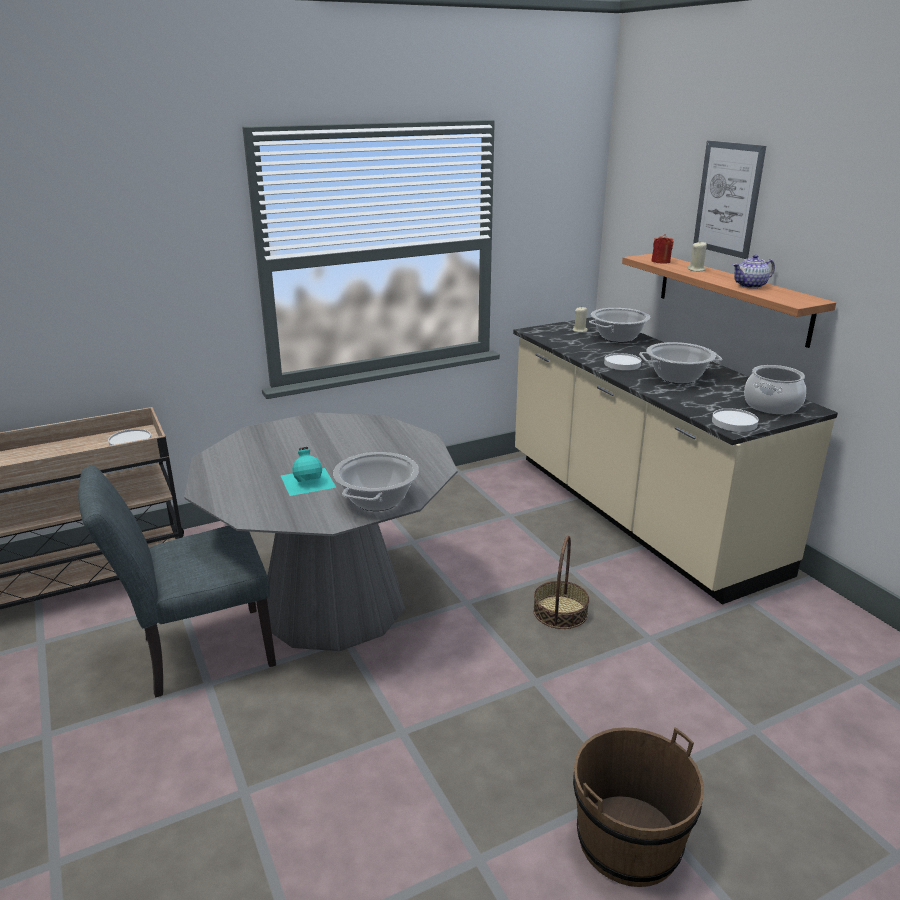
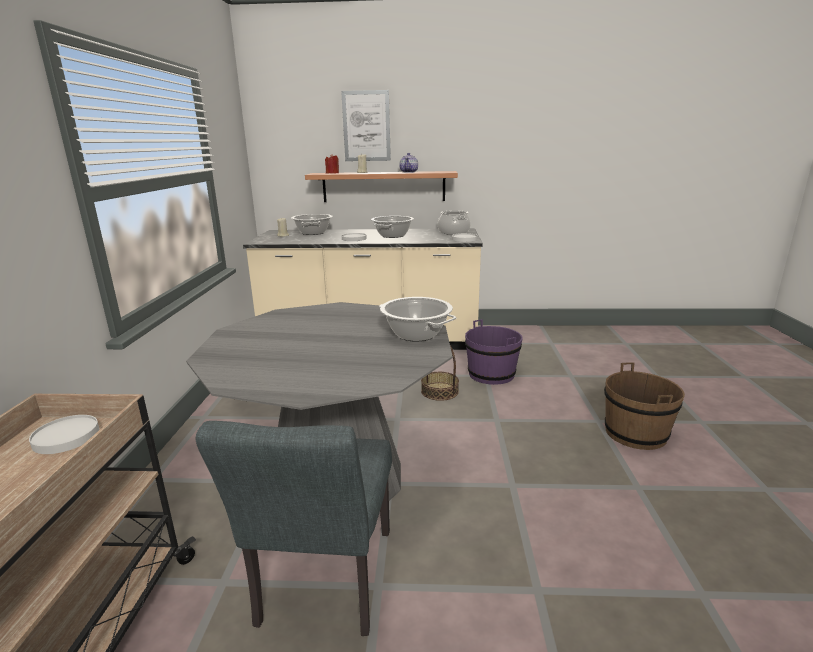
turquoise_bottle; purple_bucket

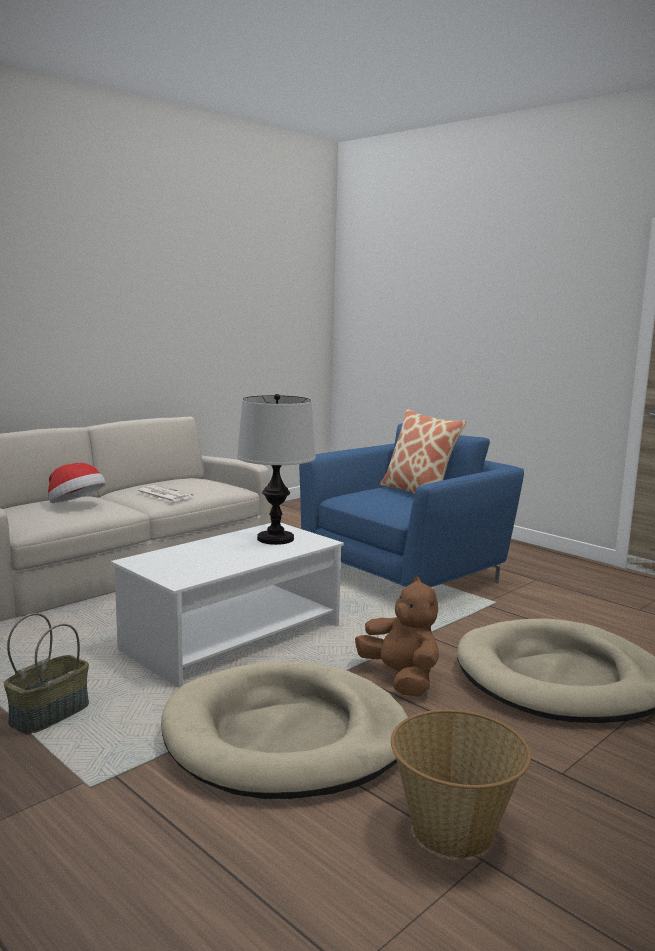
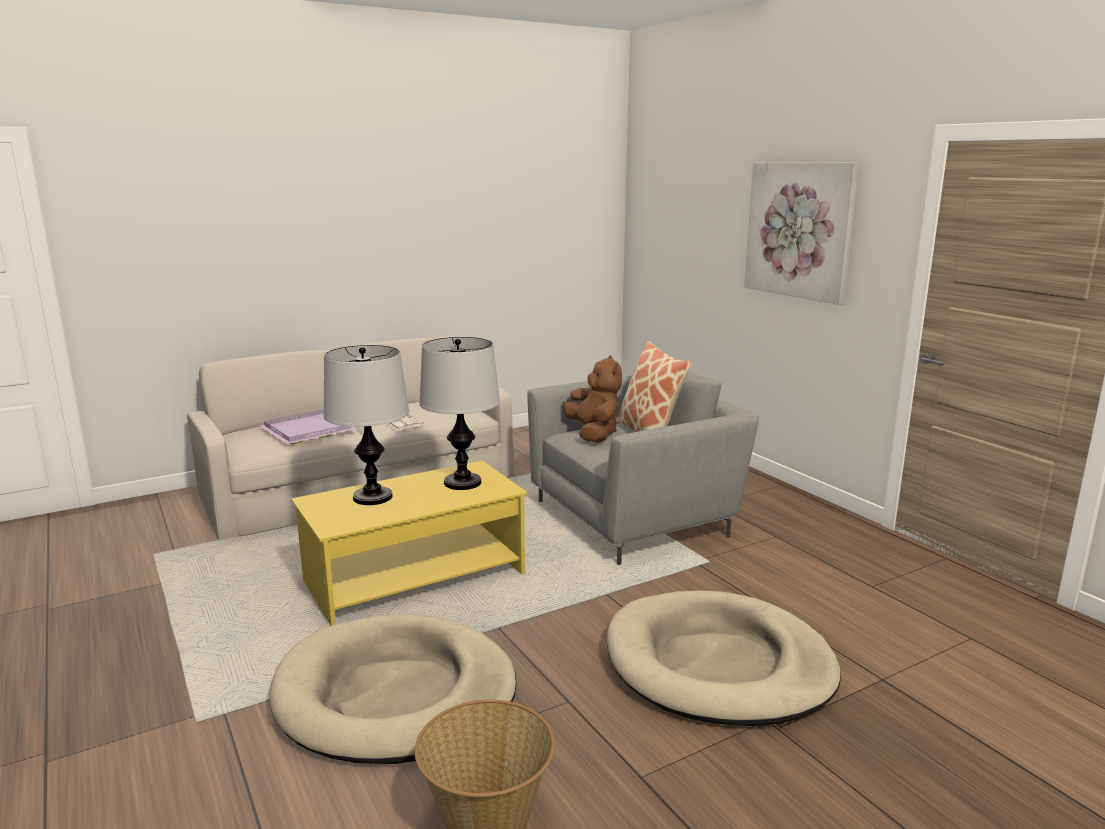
grey_armchair; purple_tray; yellow_coffee_table; brown_plush_toy; basket (1st from left in the first image); picture; table_lamp (1st from left)

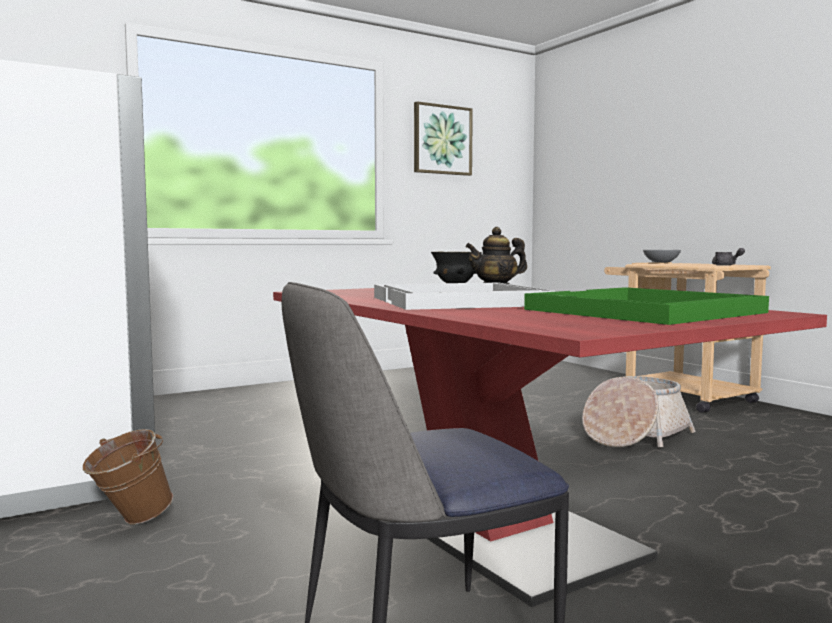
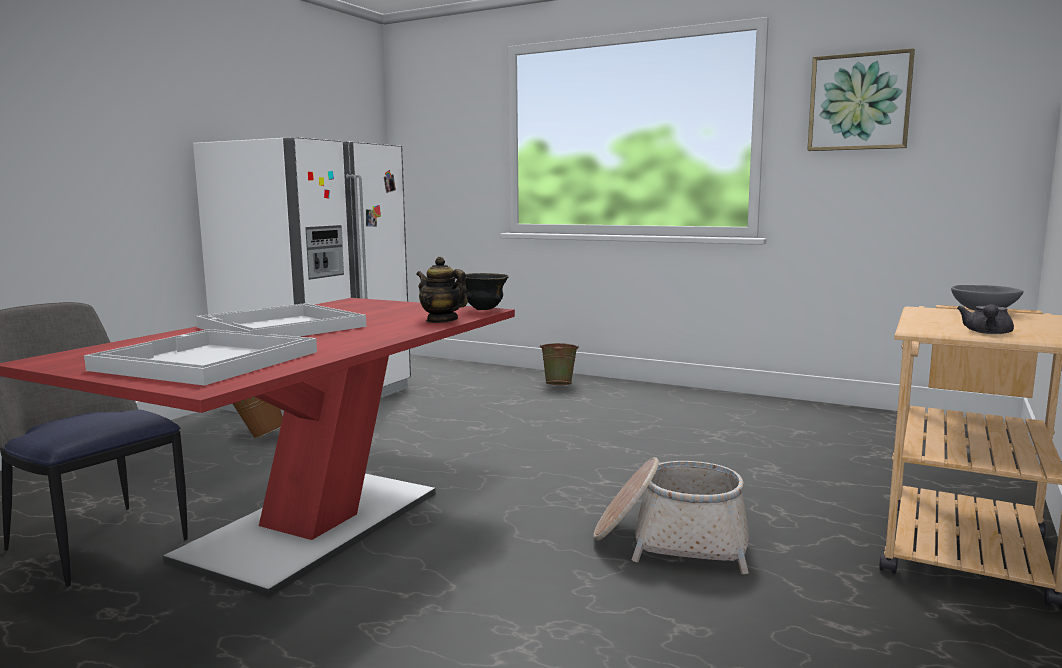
white_tray (1st from left); green_bucket

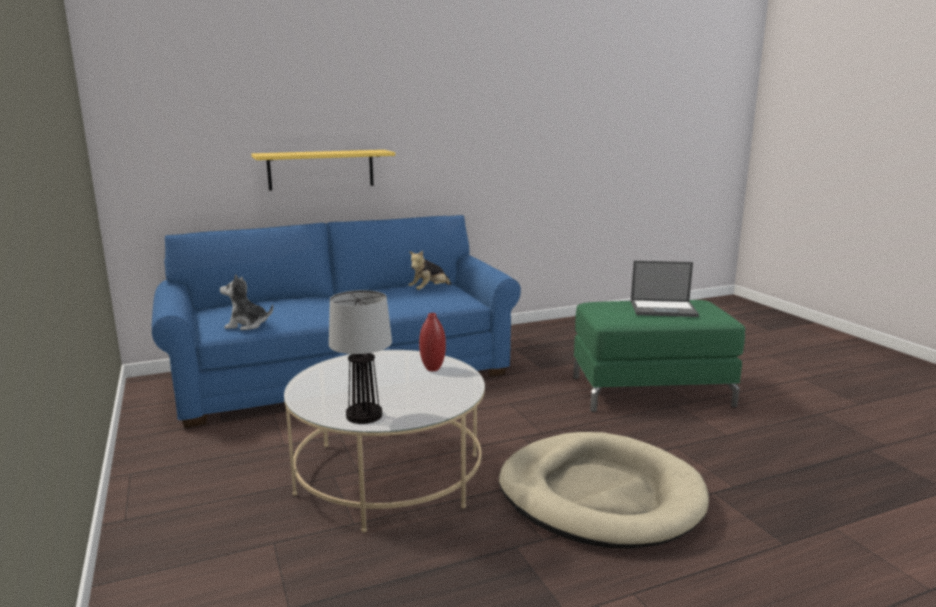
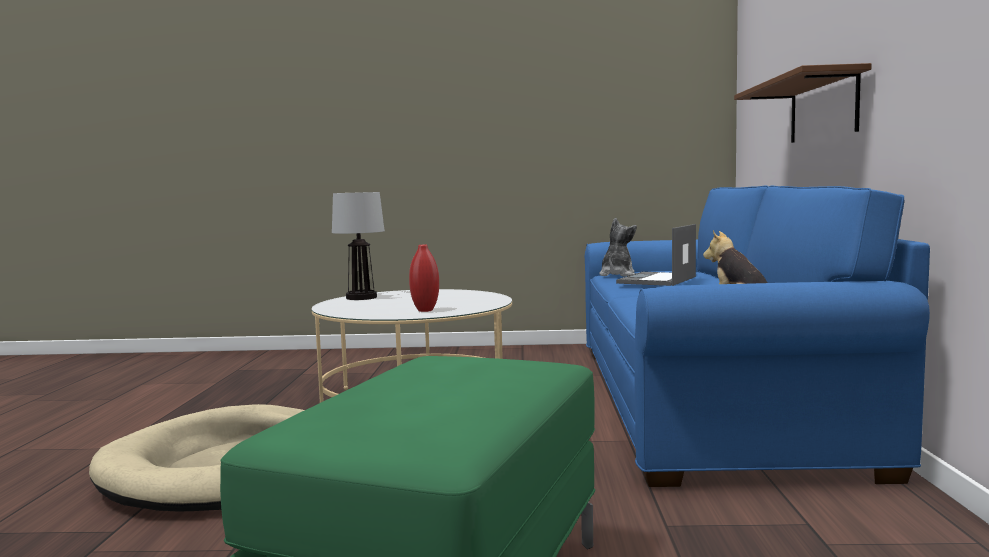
brown_shelf; laptop

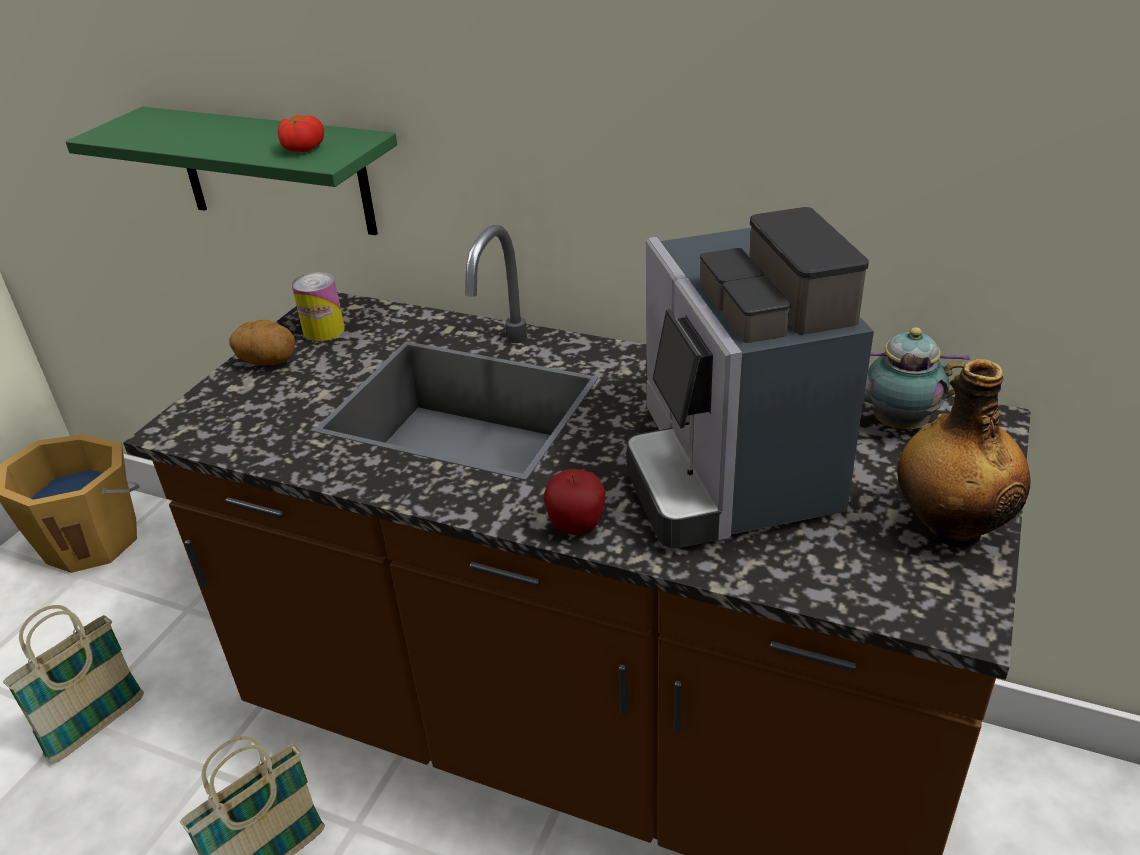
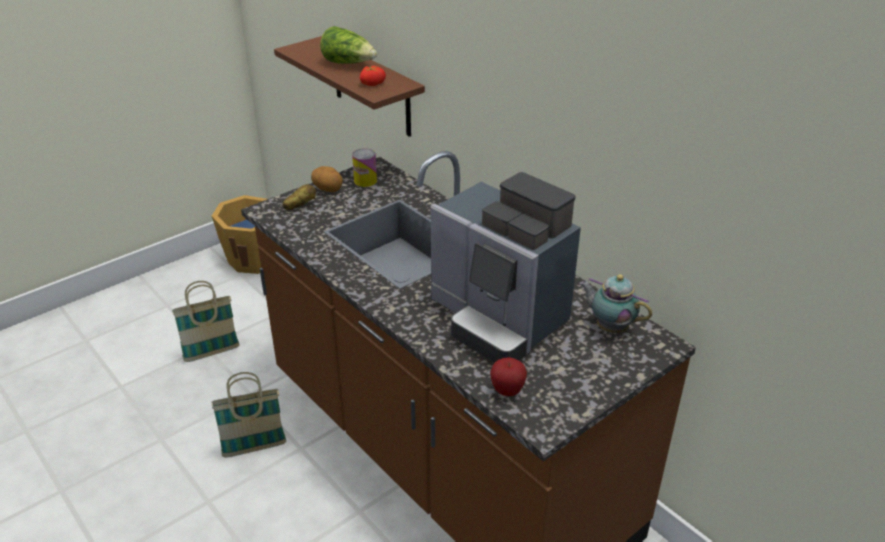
brown_shelf; coffee_machine; bottle; apple; lettuce; potato (1st from left)

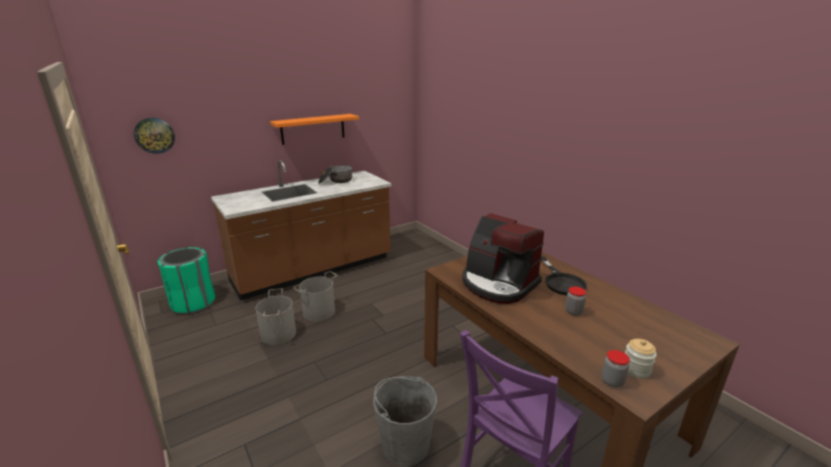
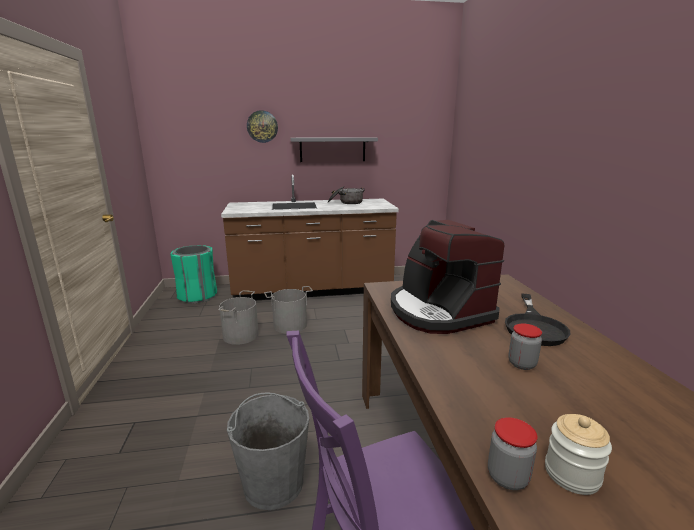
grey_shelf; wall_clock

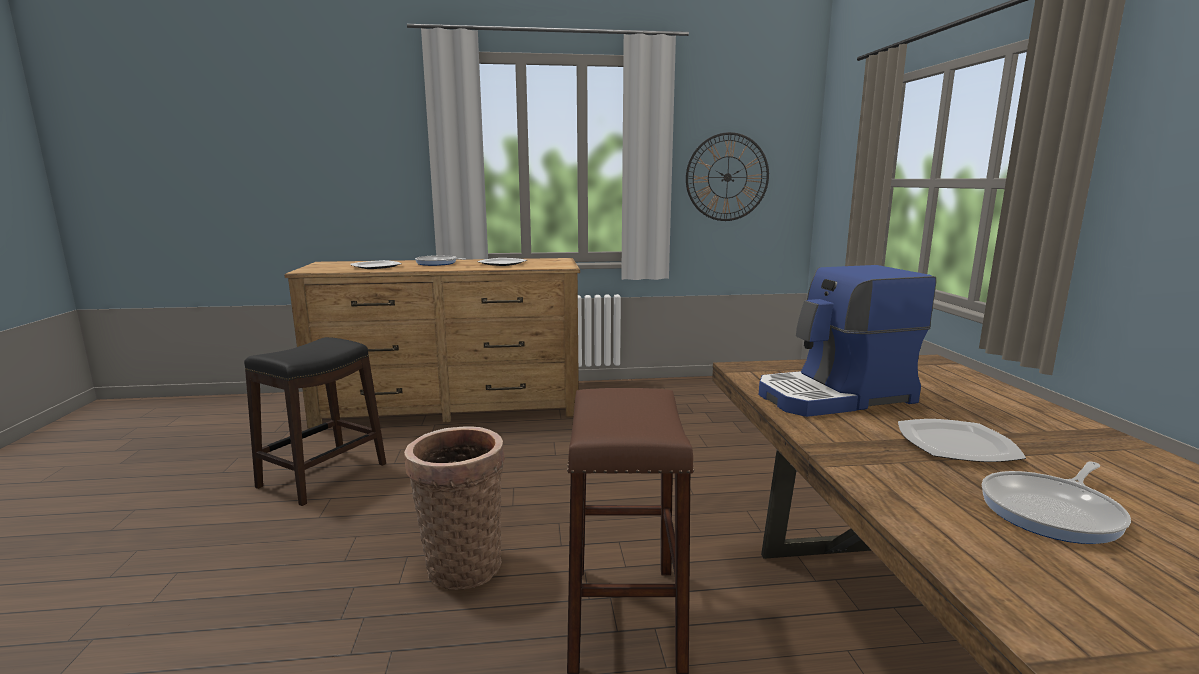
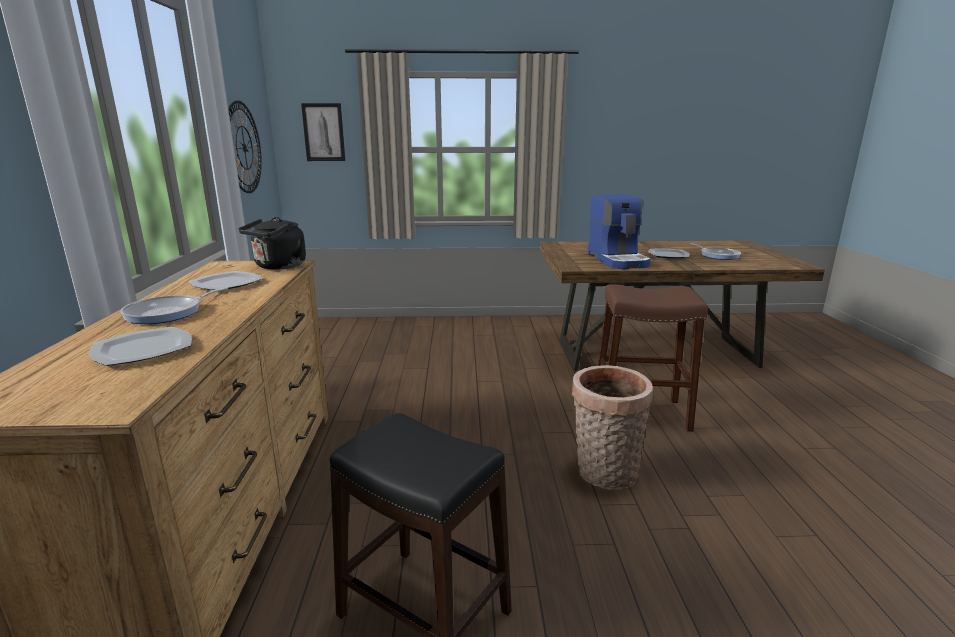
picture; black_kettle

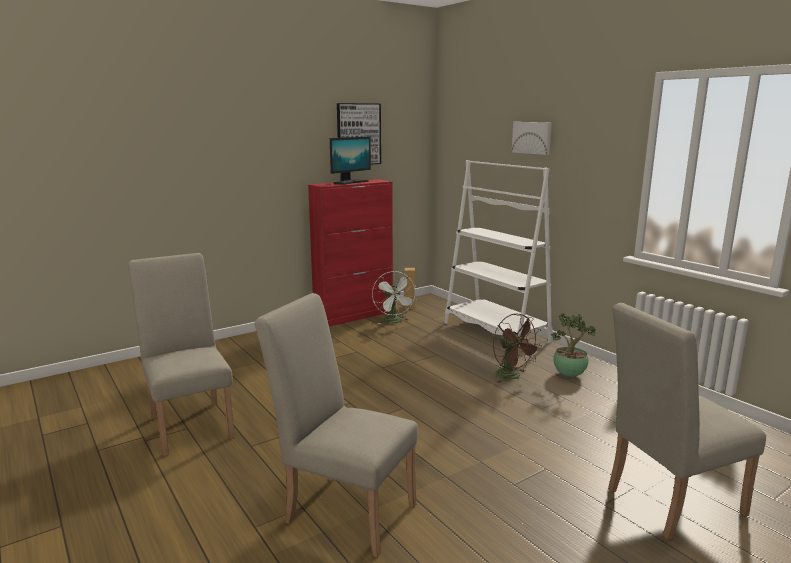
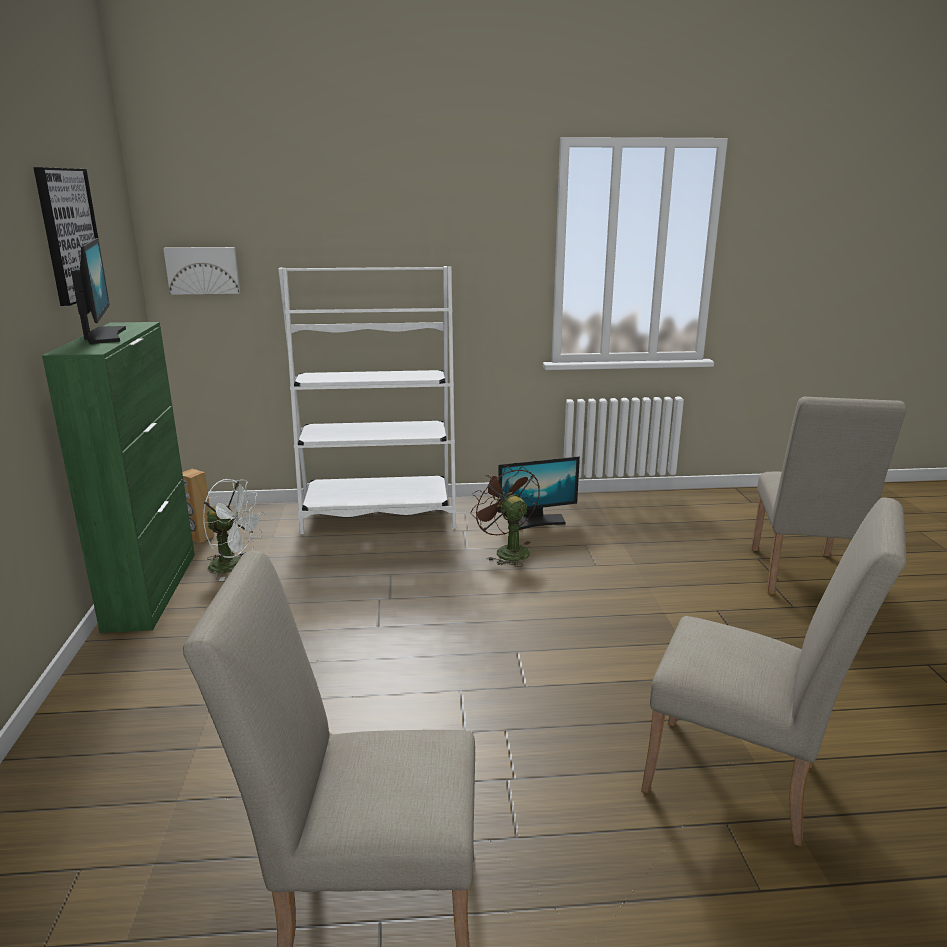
picture (2nd from left); green_cabinet; beige_chair (2nd from left); brown_fan; monitor (2nd from left)

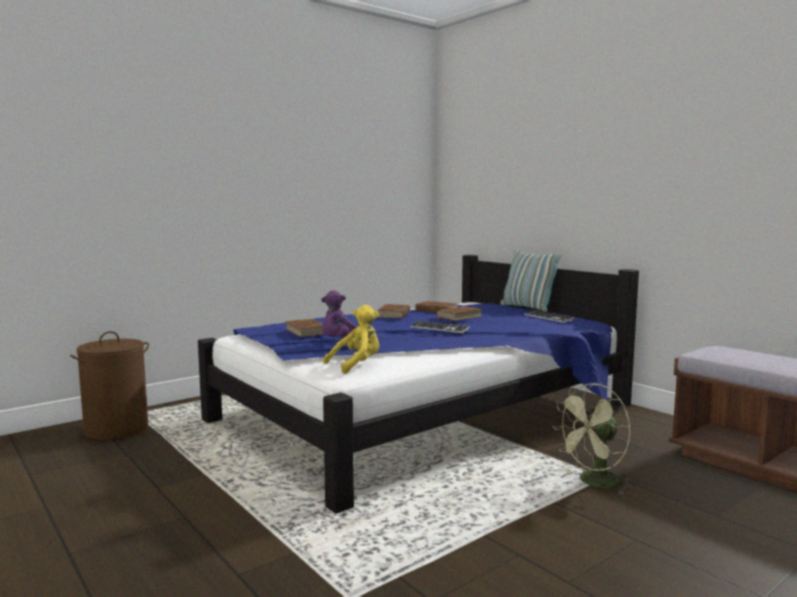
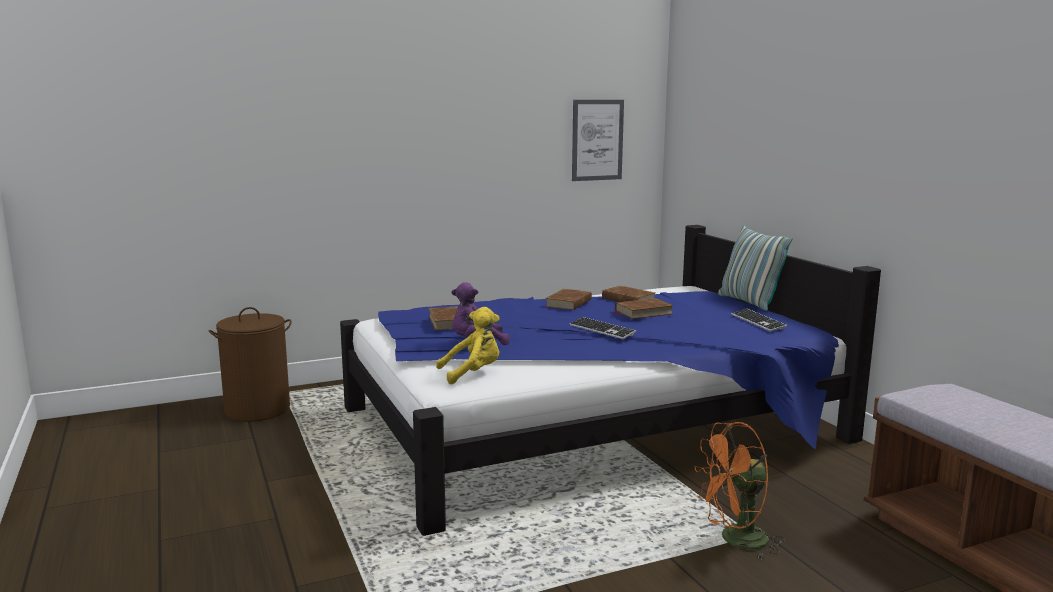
orange_fan; picture

